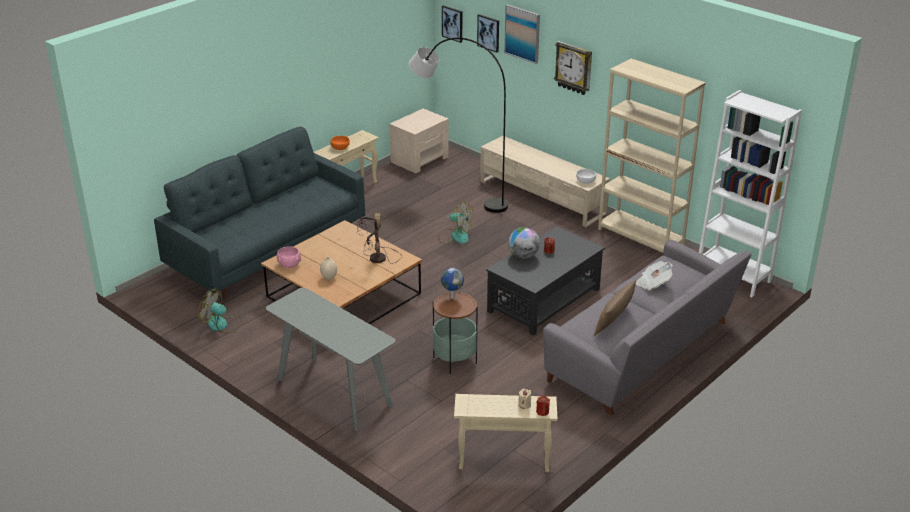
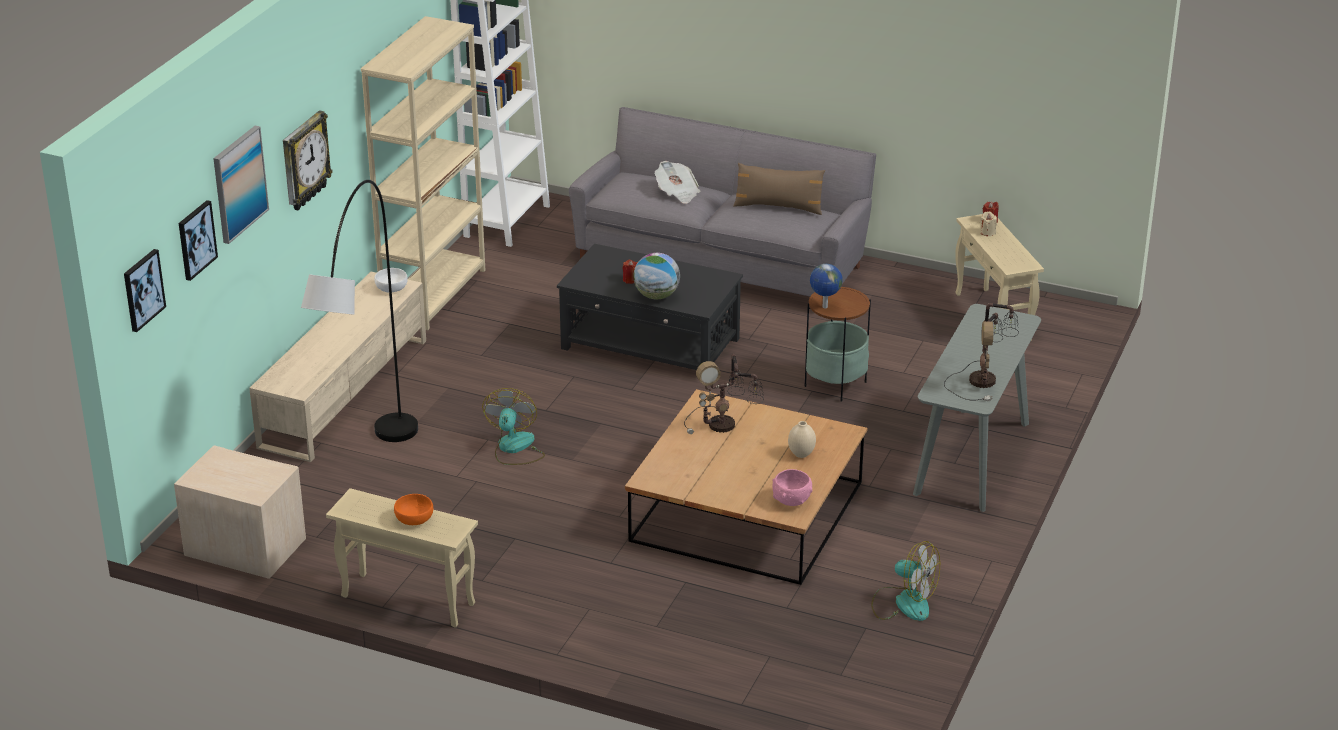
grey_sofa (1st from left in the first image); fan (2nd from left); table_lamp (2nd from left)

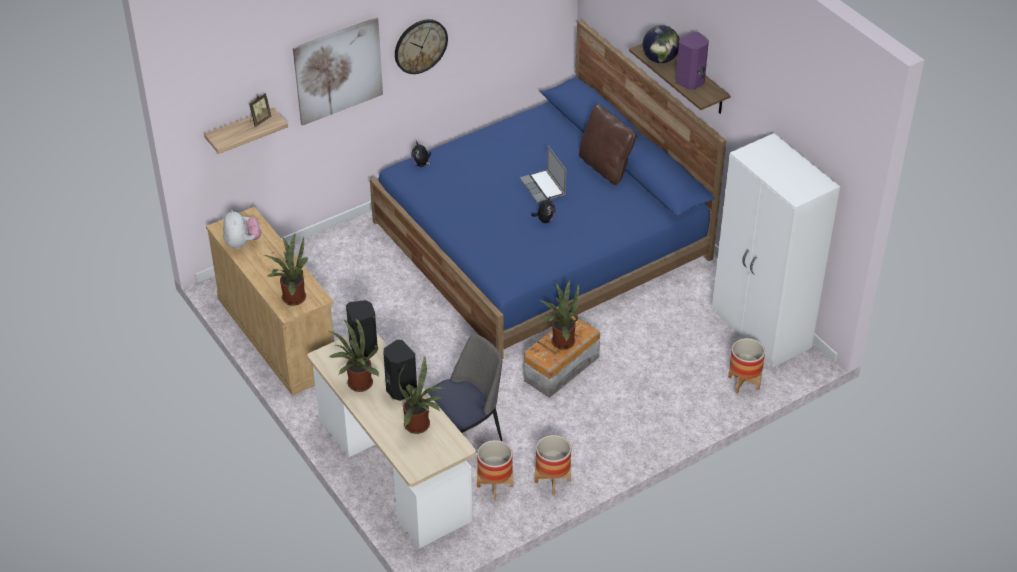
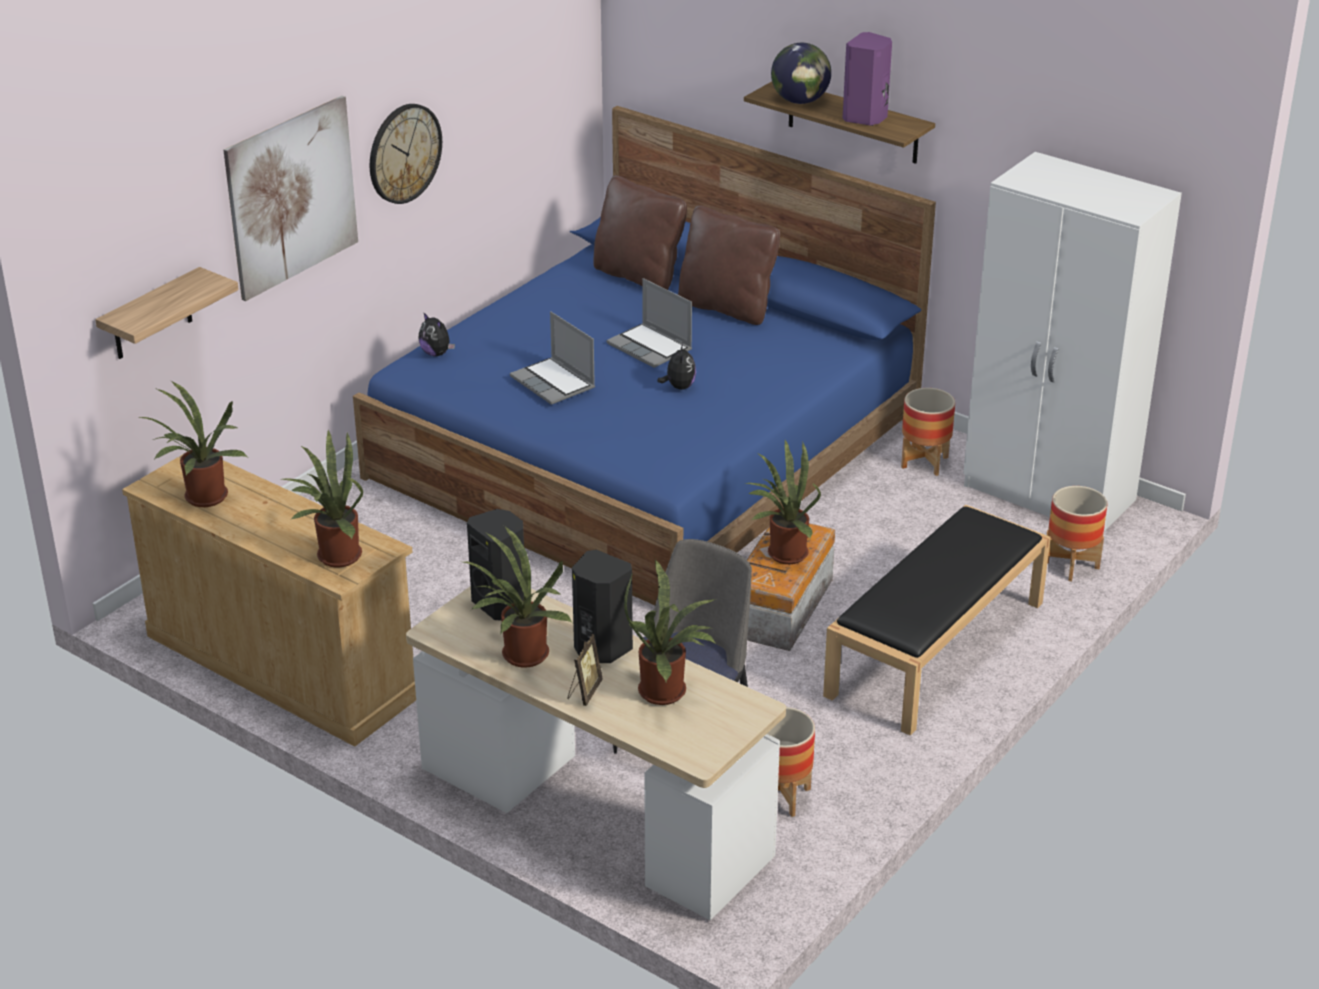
picture_frame; potted_plant (1st from left); planter (2nd from left); brown_pillow (1st from left); laptop (1st from left); black_bench

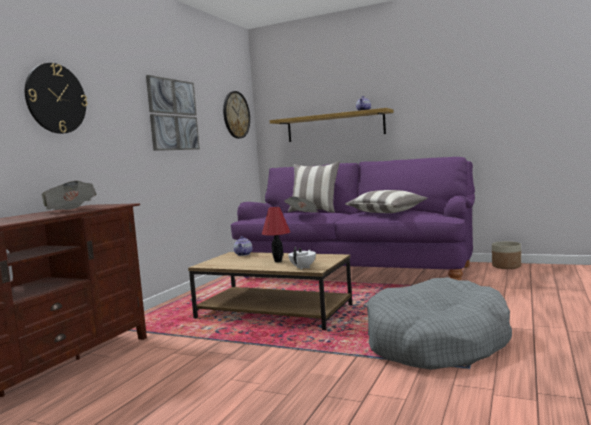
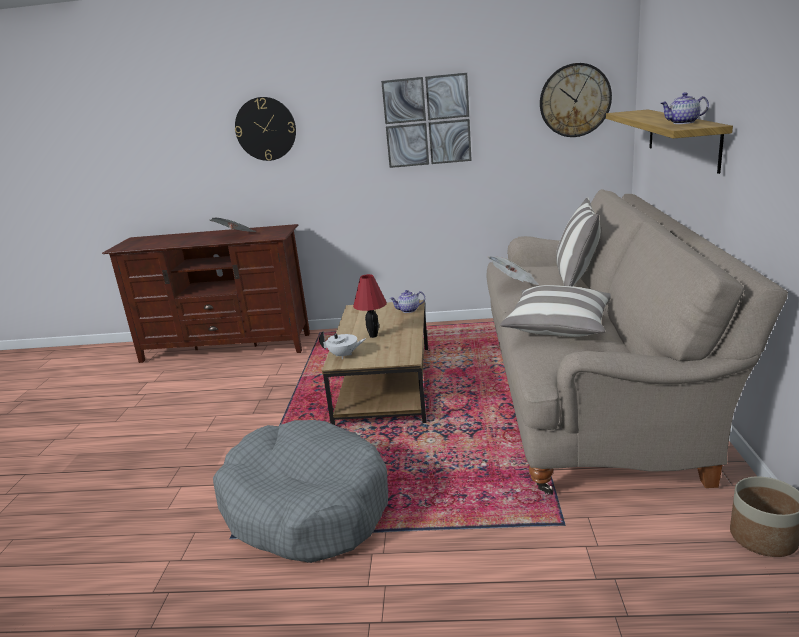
beige_sofa

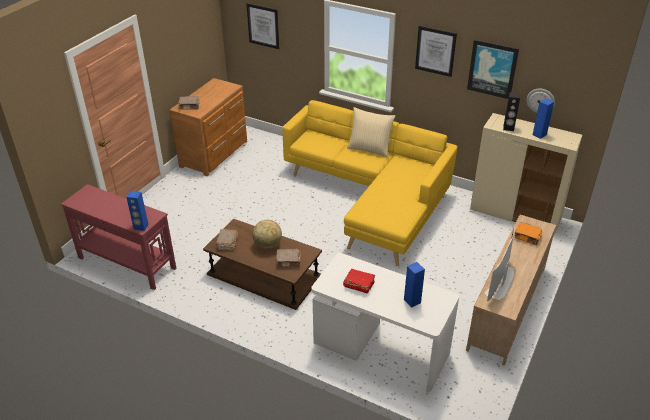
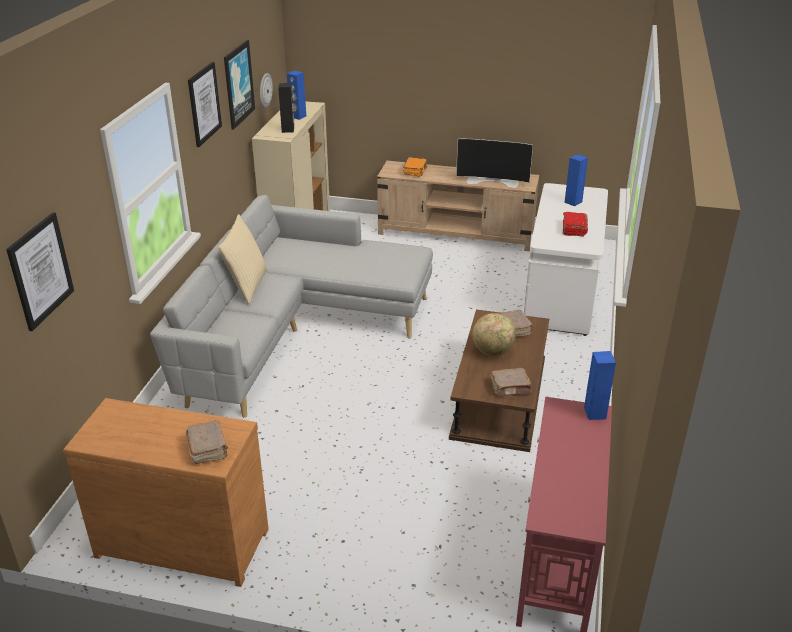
grey_sofa

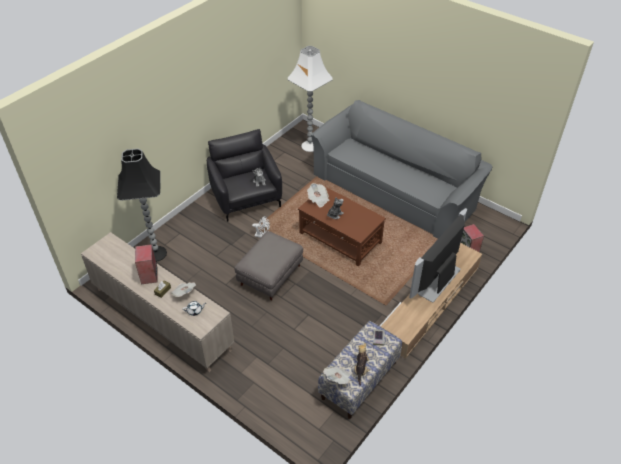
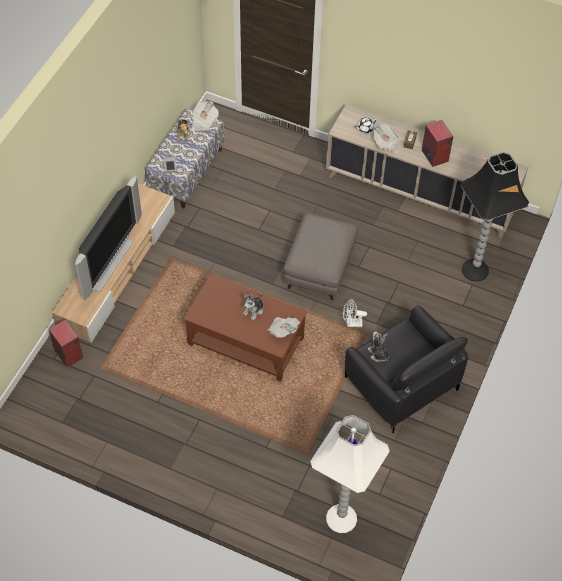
grey_sofa

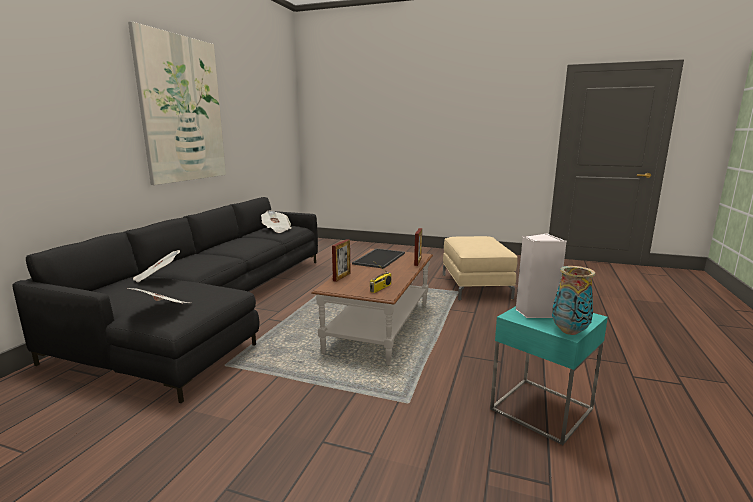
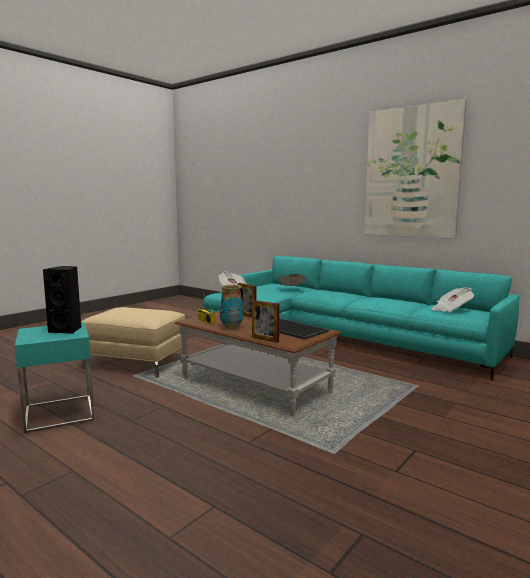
turquoise_sofa; black_speaker; beige_ottoman; vase

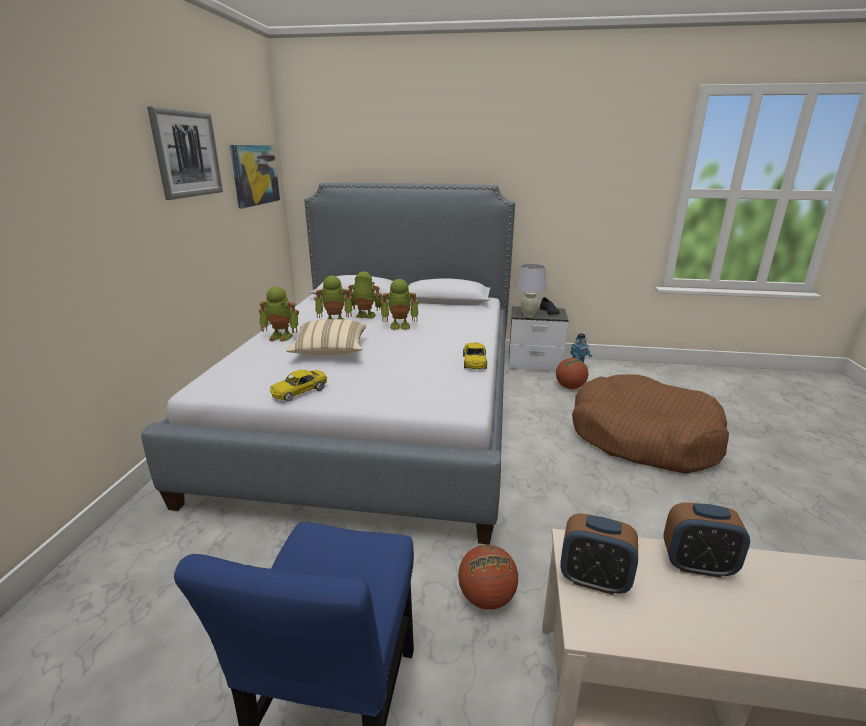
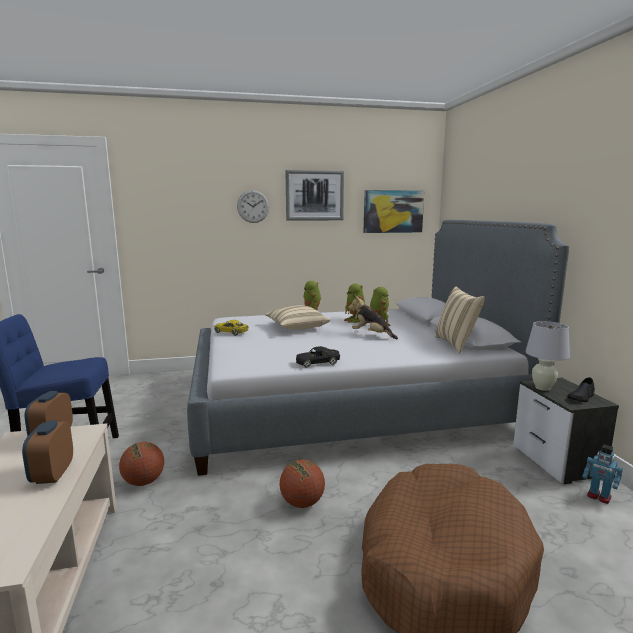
plush_toy; black_toy_car; basketball (2nd from left); wall_clock; beige_pillow (2nd from left)

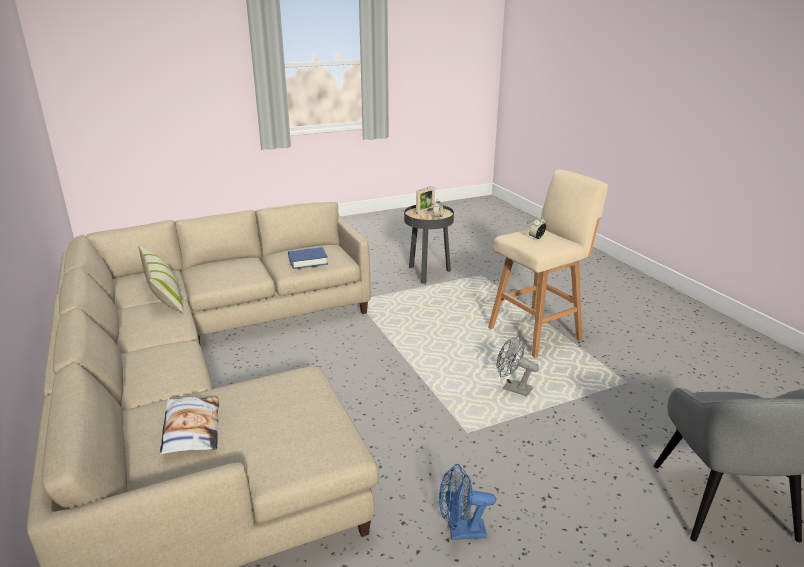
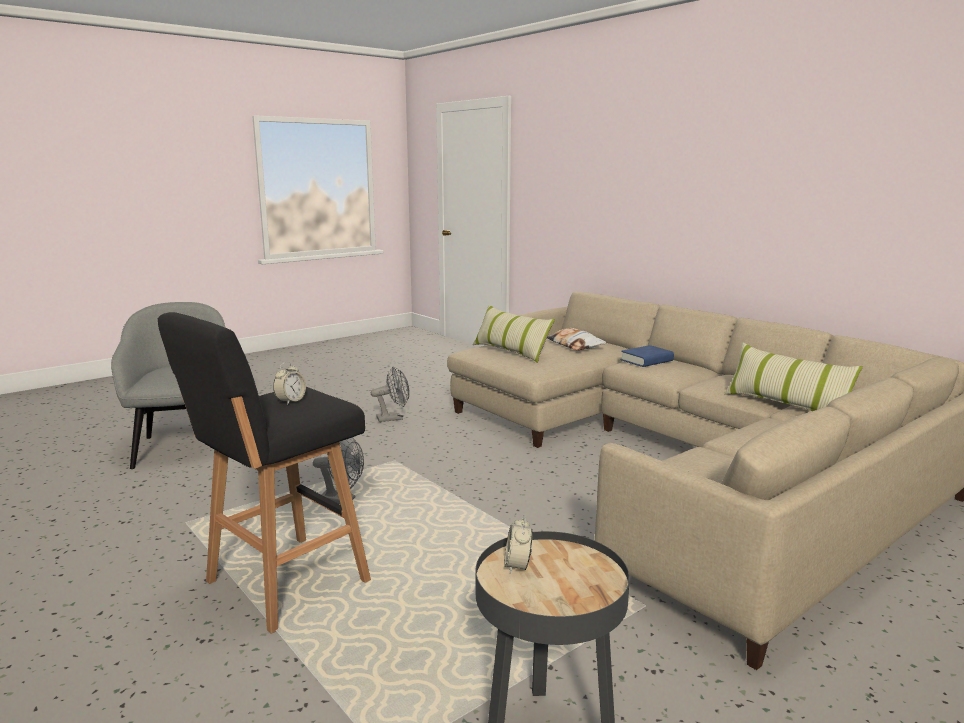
black_stool; picture_frame; blue_book; grey_fan (2nd from left); pillow (1st from left)

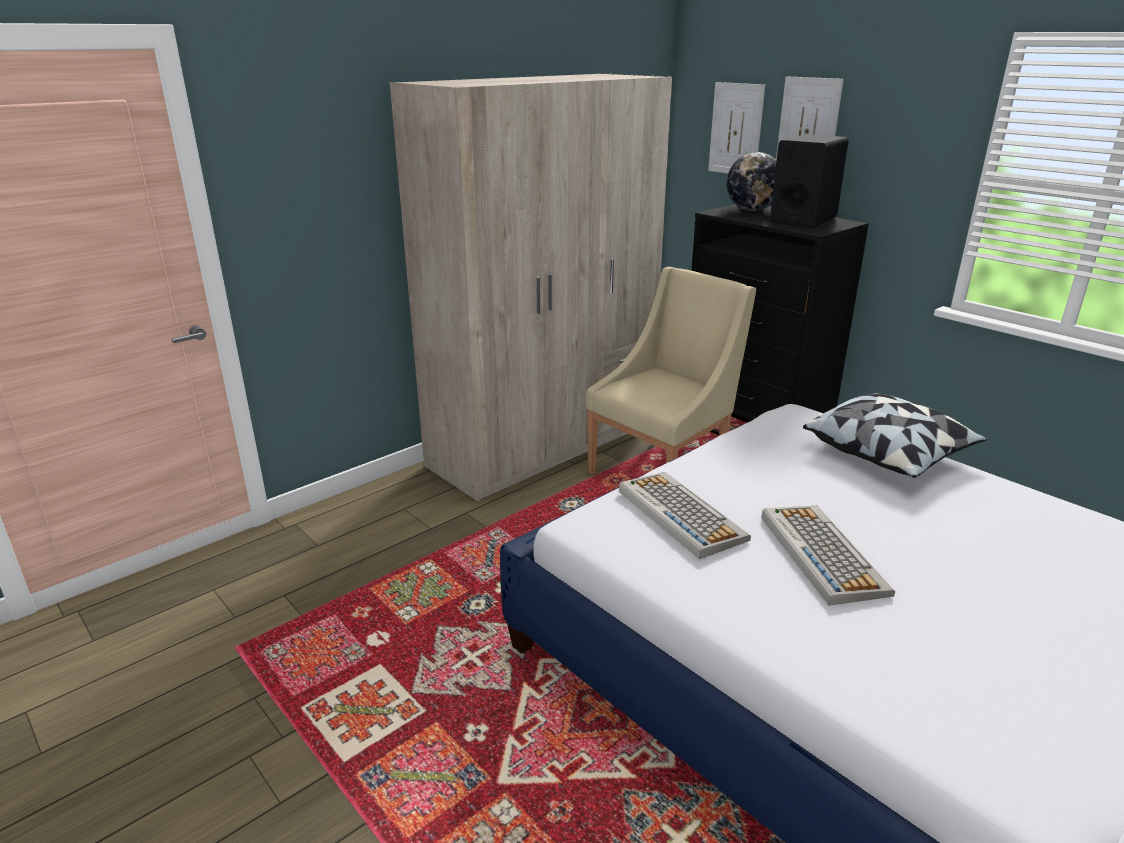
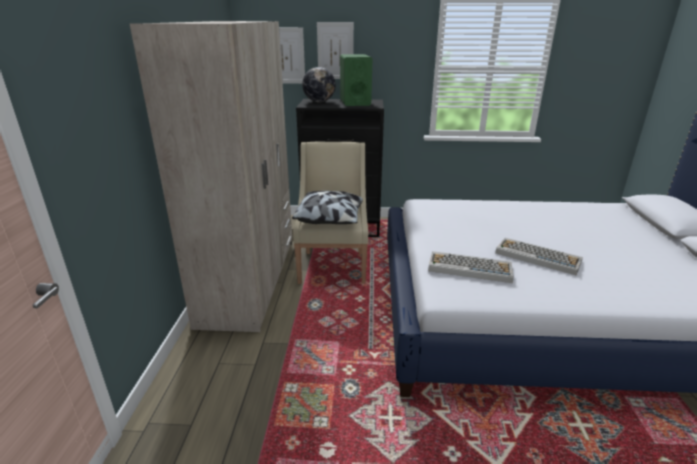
green_speaker; pillow

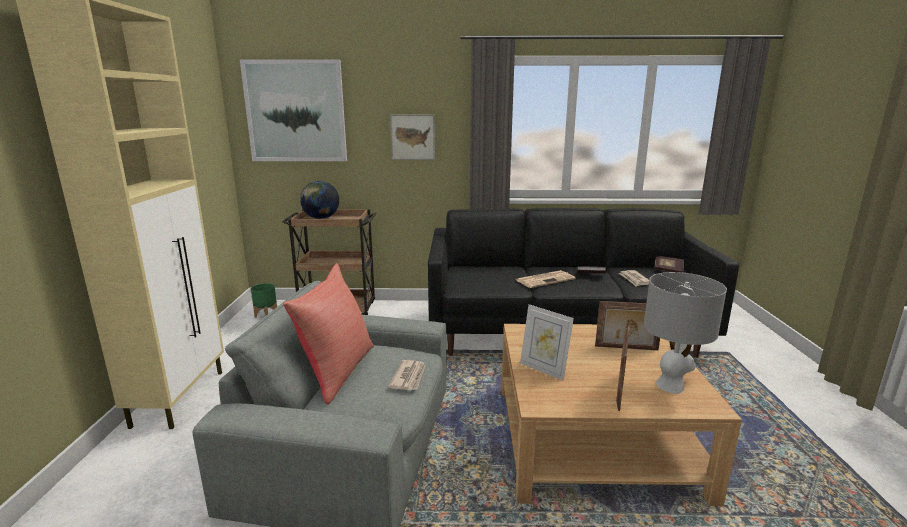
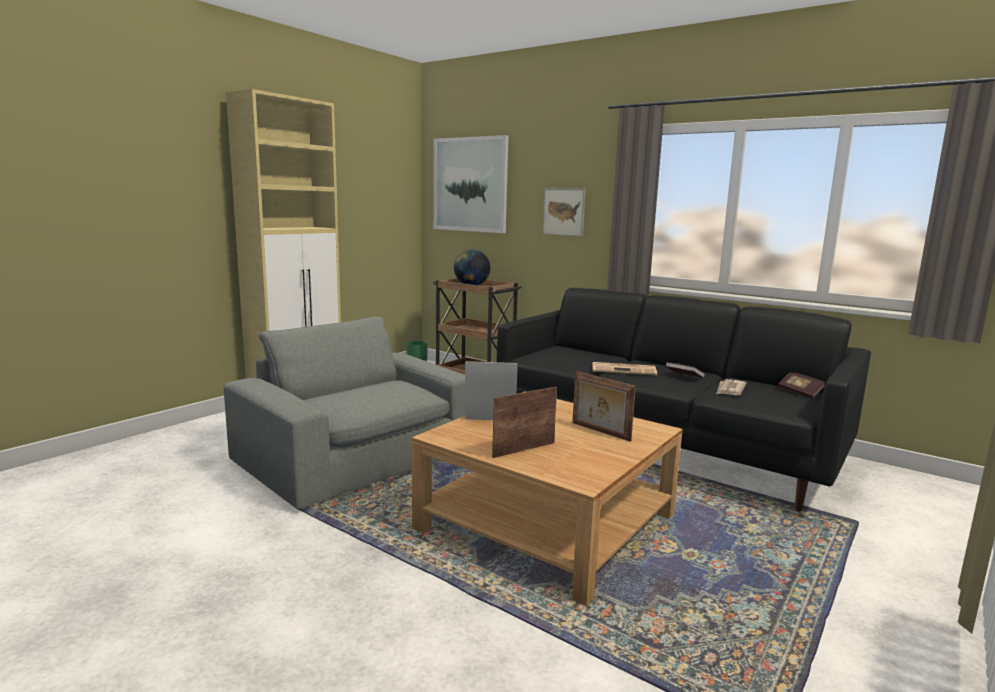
red_pillow; grey_table_lamp; picture_frame (1st from left); newspaper (1st from left in the first image)

